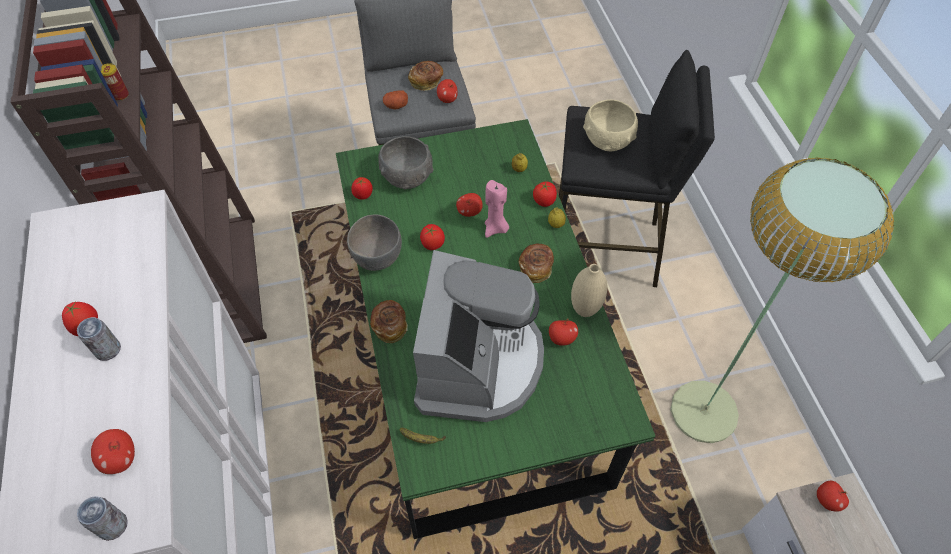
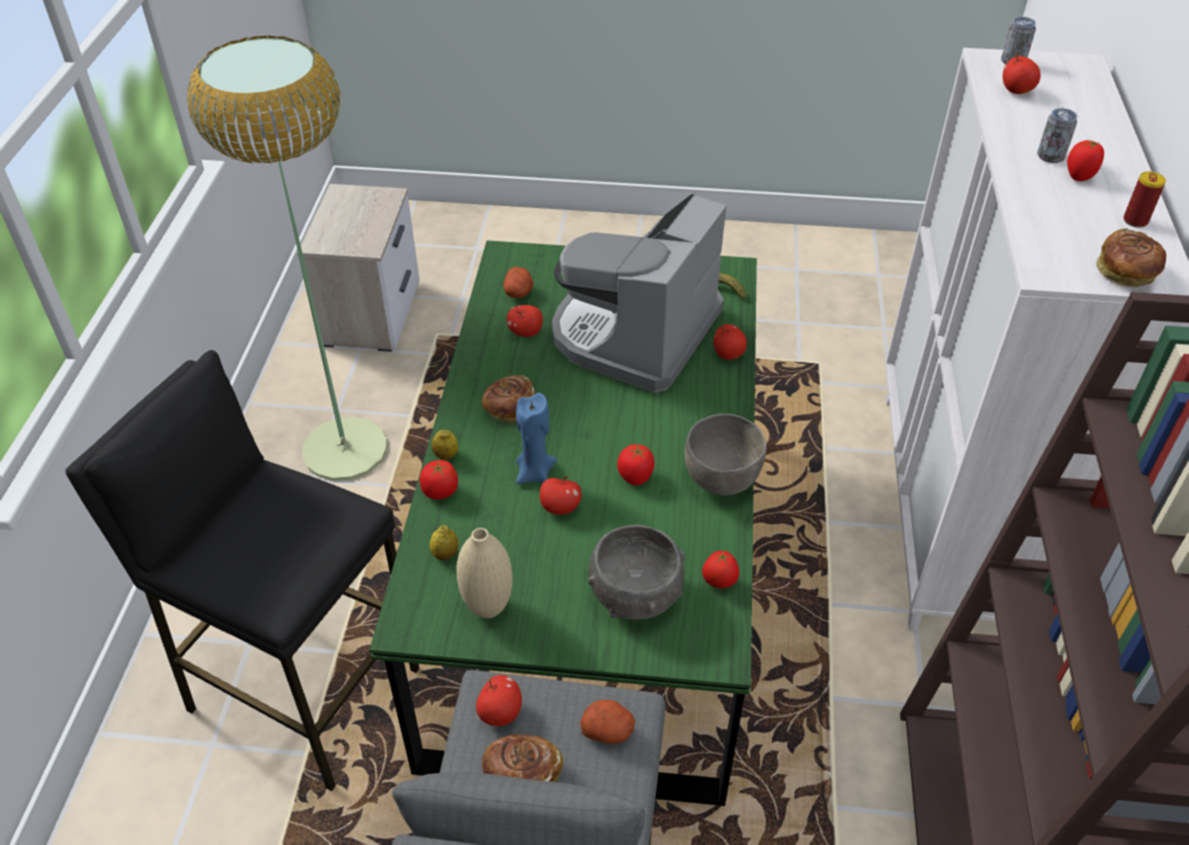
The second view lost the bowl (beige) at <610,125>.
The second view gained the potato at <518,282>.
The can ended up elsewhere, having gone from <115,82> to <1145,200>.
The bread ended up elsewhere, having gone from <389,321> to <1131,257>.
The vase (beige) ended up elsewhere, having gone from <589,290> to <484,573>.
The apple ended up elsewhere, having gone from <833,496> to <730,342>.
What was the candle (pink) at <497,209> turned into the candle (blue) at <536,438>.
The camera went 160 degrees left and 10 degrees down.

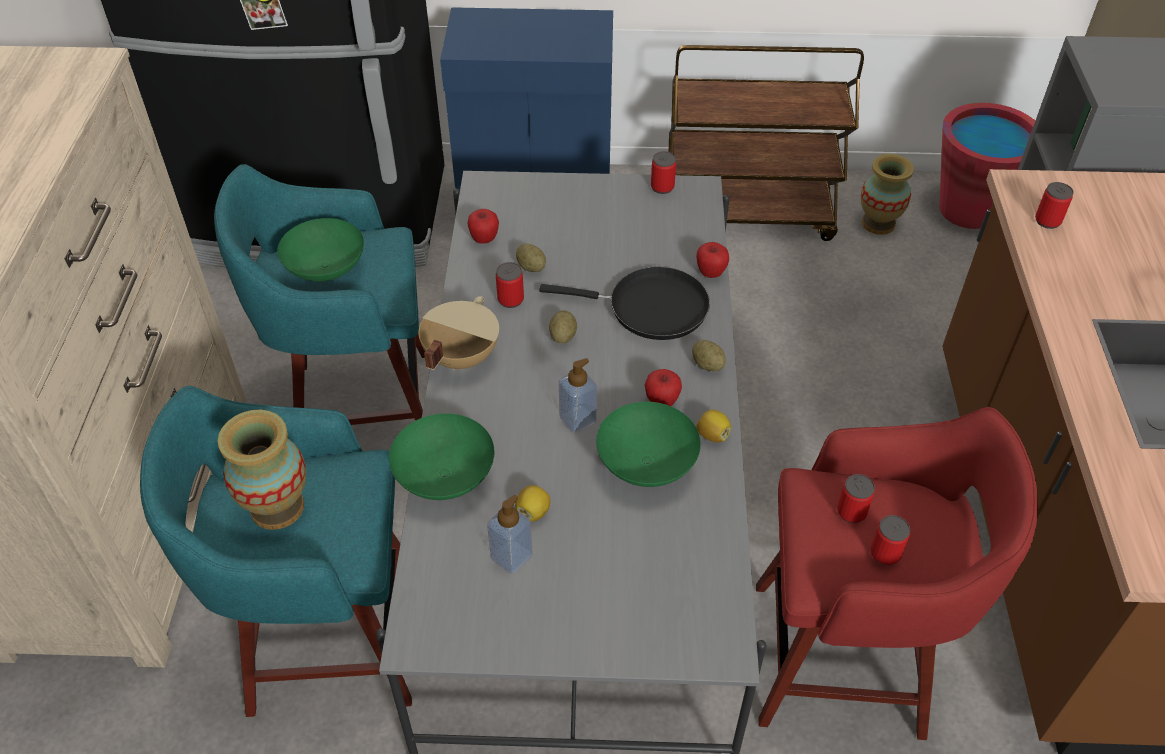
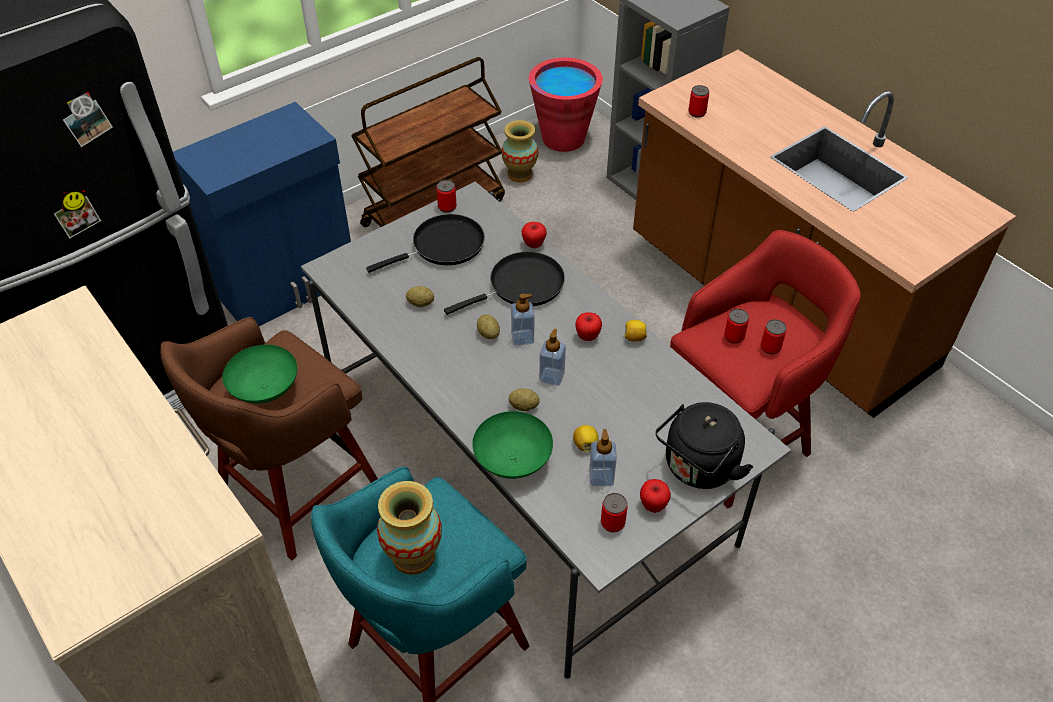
The second view lost the cooking pot (beige) at <458,333>.
The second view lost the bowl (green) at <648,444>.
The second view gained the frying pan (black) at <425,243>.
The second view gained the soap dispenser at <523,319>.
The second view gained the kettle (black) at <704,445>.
The apple ended up elsewhere, having gone from <483,226> to <655,496>.
The can ended up elsewhere, having gone from <510,285> to <614,512>.
The potato ended up elsewhere, having gone from <709,355> to <524,399>.
What was the stool (turquoise) at <319,294> turned into the stool (brown) at <269,439>.
The camera went 40 degrees left and 0 degrees up.

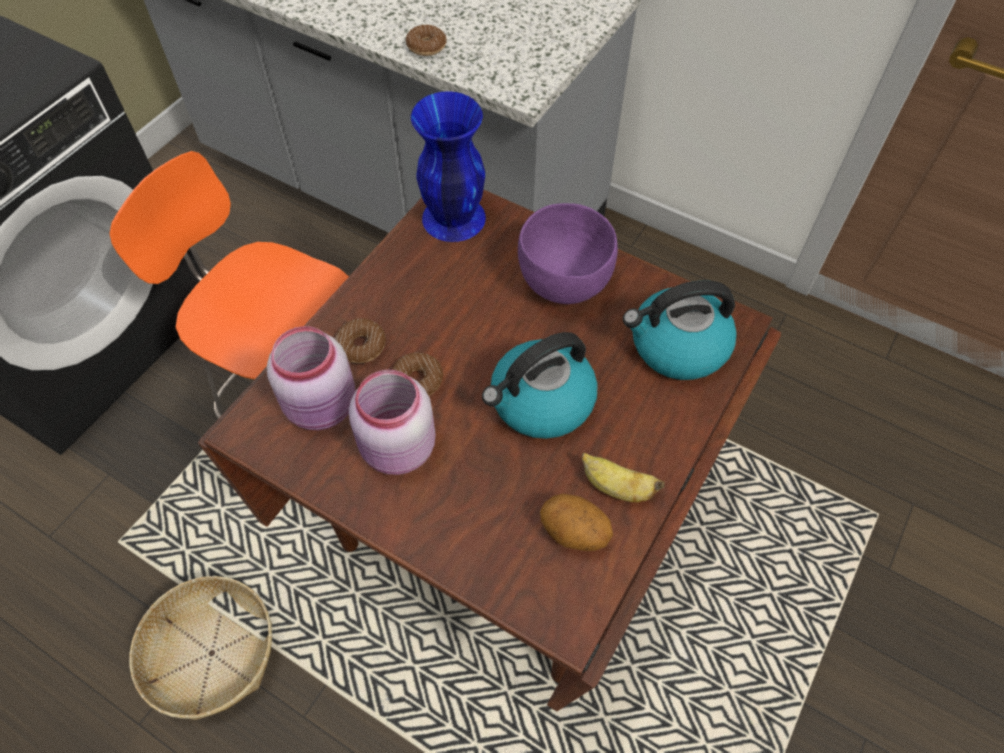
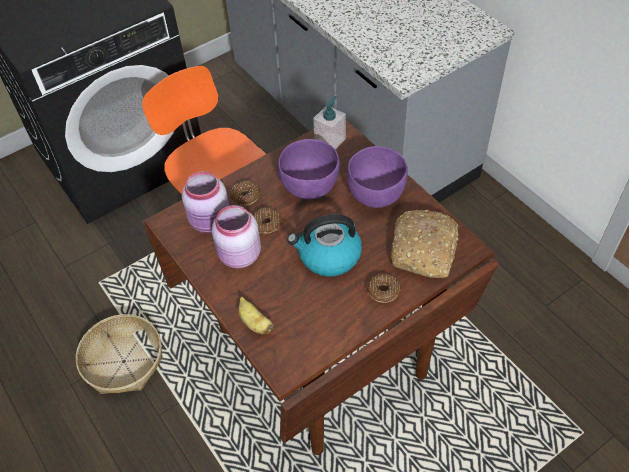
The second view lost the potato at <576,522>.
The second view gained the bowl (purple) at <309,169>.
The donut ended up elsewhere, having gone from <426,40> to <384,288>.
The banana ended up elsewhere, having gone from <623,477> to <256,315>.
Where the vase (blue) stood at <448,166>, the soap dispenser came to stand at <329,123>.
Where the kettle stood at <680,330>, the bread came to stand at <425,244>.
The camera went 25 degrees right and 5 degrees down.

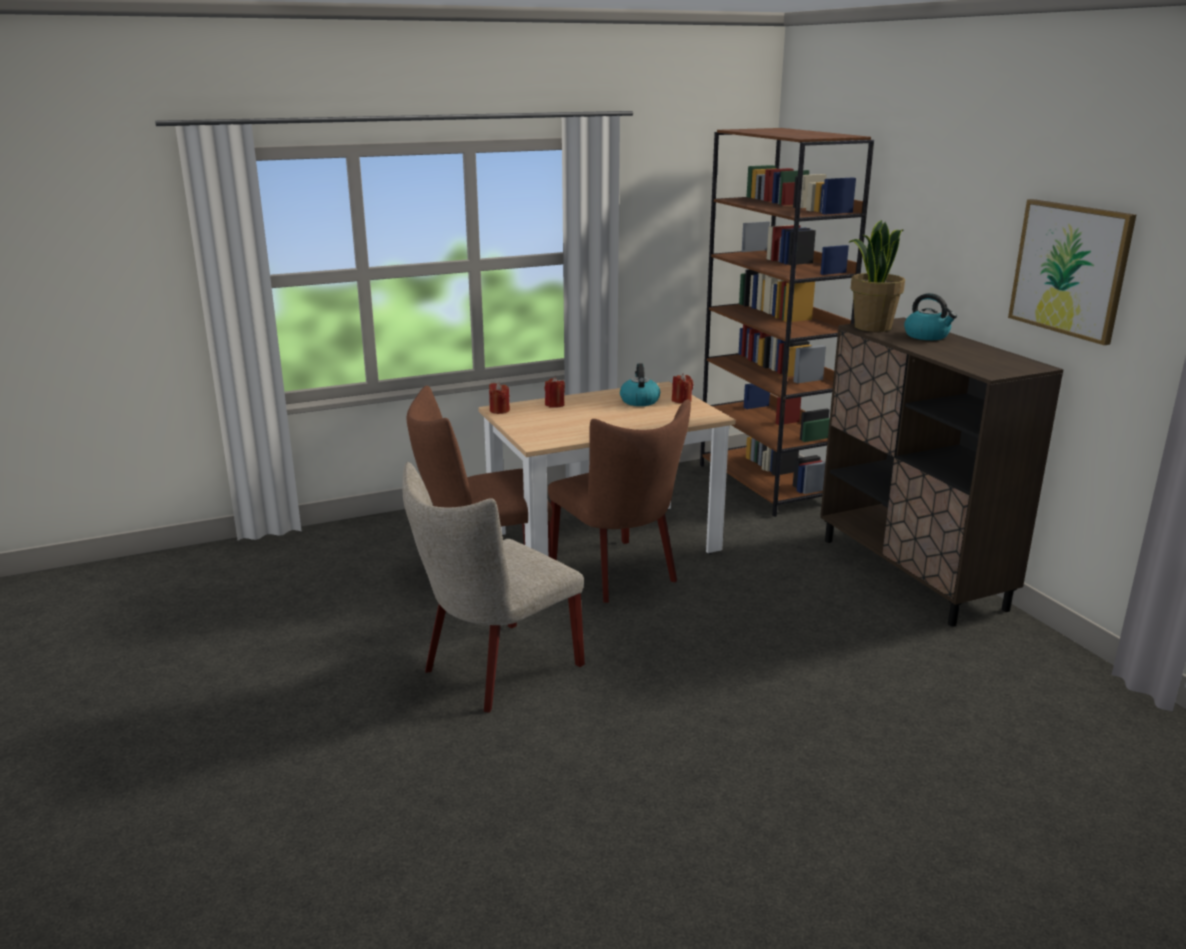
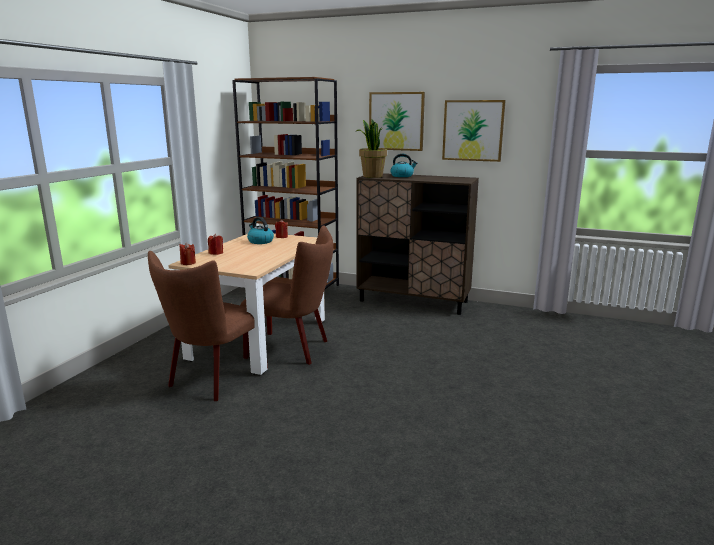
The second view lost the chair (beige) at <494,587>.
The second view gained the picture at <397,121>.
The camera went 45 degrees left and 5 degrees down.

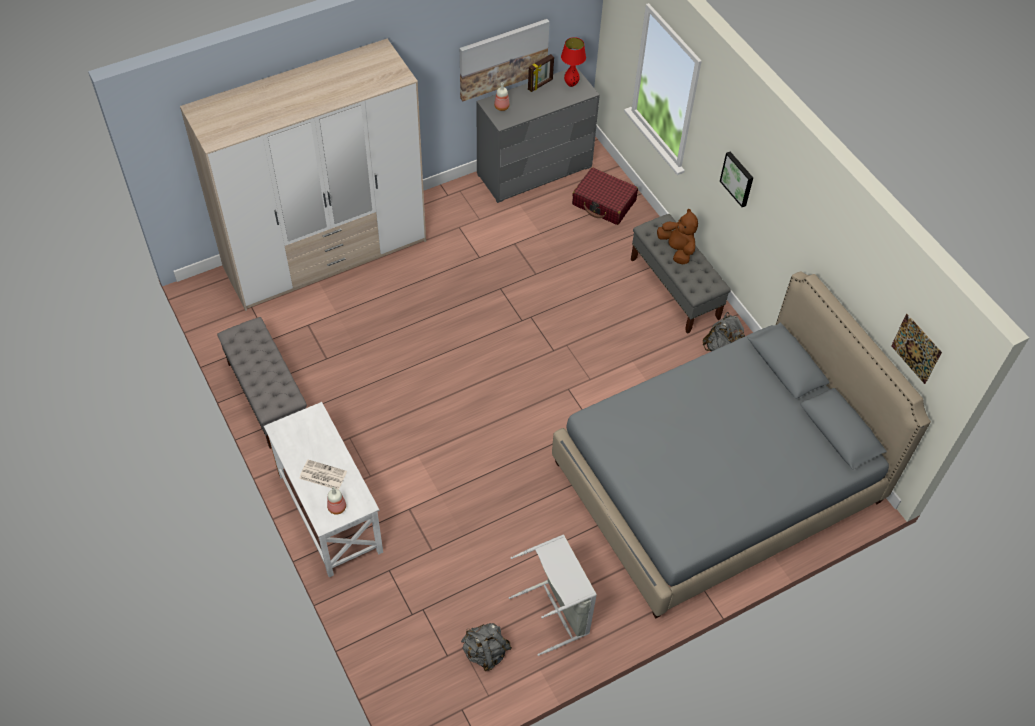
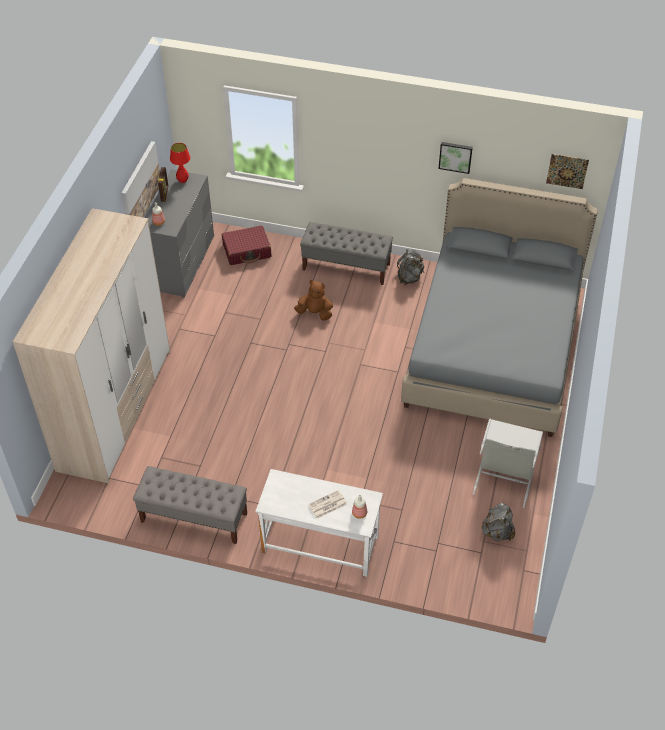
The plush toy (brown) ended up elsewhere, having gone from <677,236> to <313,300>.
The picture ended up elsewhere, having gone from <736,179> to <455,158>.
The camera went 45 degrees left and 5 degrees down.

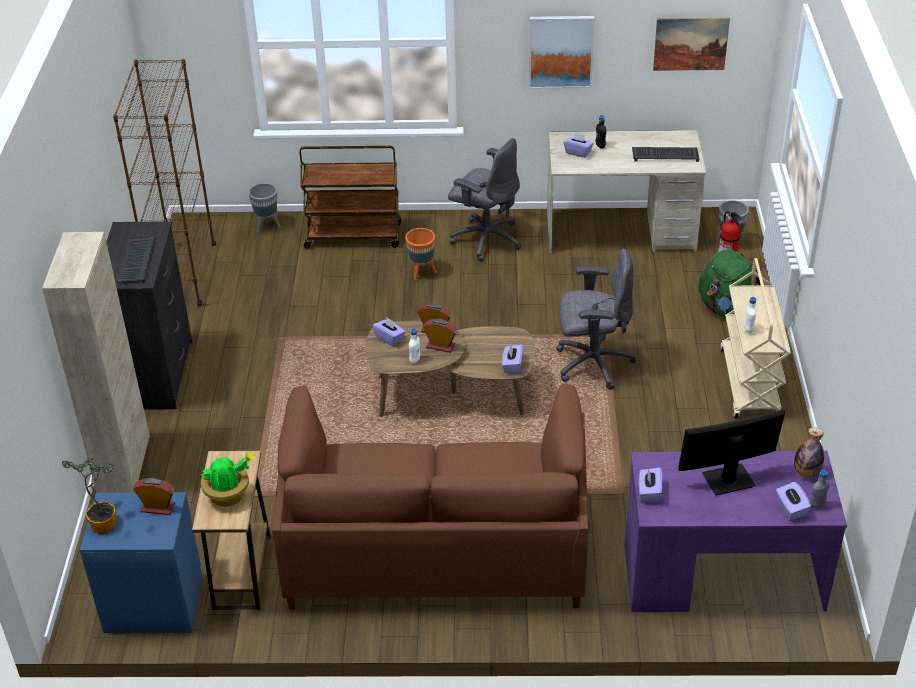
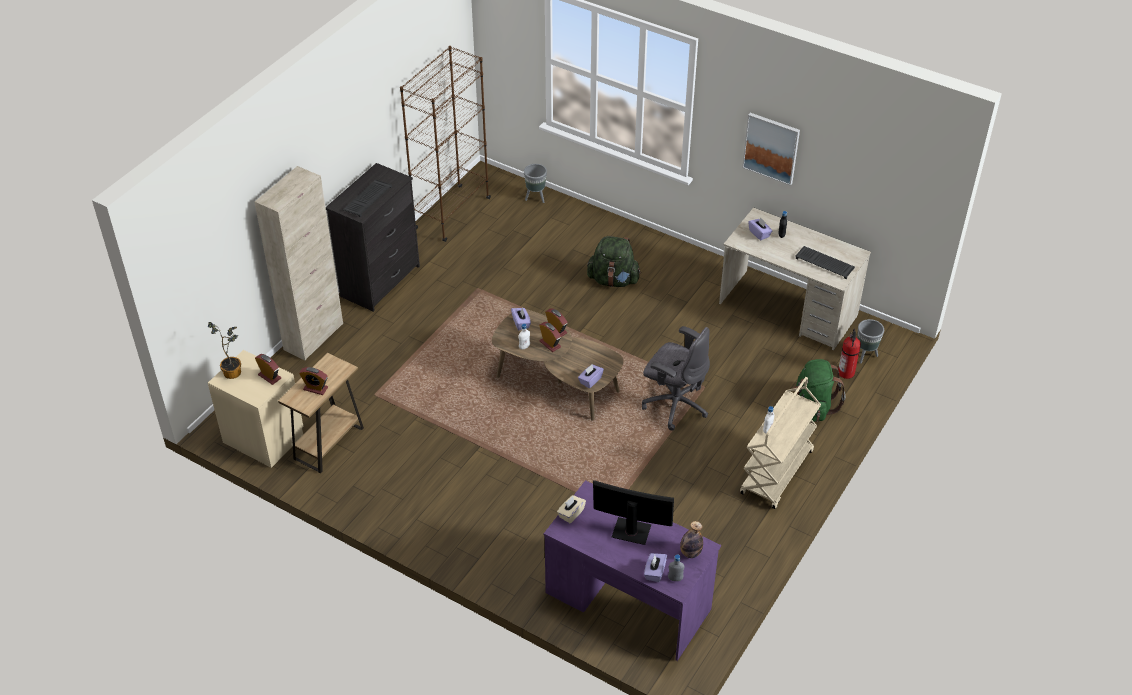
The second view lost the sofa (brown) at <430,496>.
The second view lost the cart (brown) at <350,197>.
The second view lost the office chair (grey) at <485,200>.
The second view lost the picture at <691,44>.
Where the potted plant stood at <228,479>, the alarm clock came to stand at <313,381>.
Where the planter (orange) stood at <420,254>, the backpack (green) came to stand at <614,261>.
What was the nightstand (blue) at <141,562> turned into the nightstand (beige) at <255,409>.
What was the tissue box (purple) at <651,485> turned into the tissue box (beige) at <571,509>.
The camera went 30 degrees right and 5 degrees up.

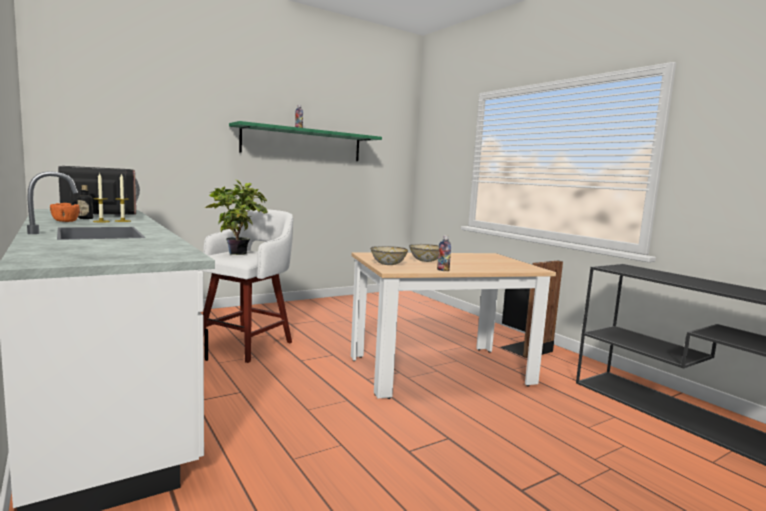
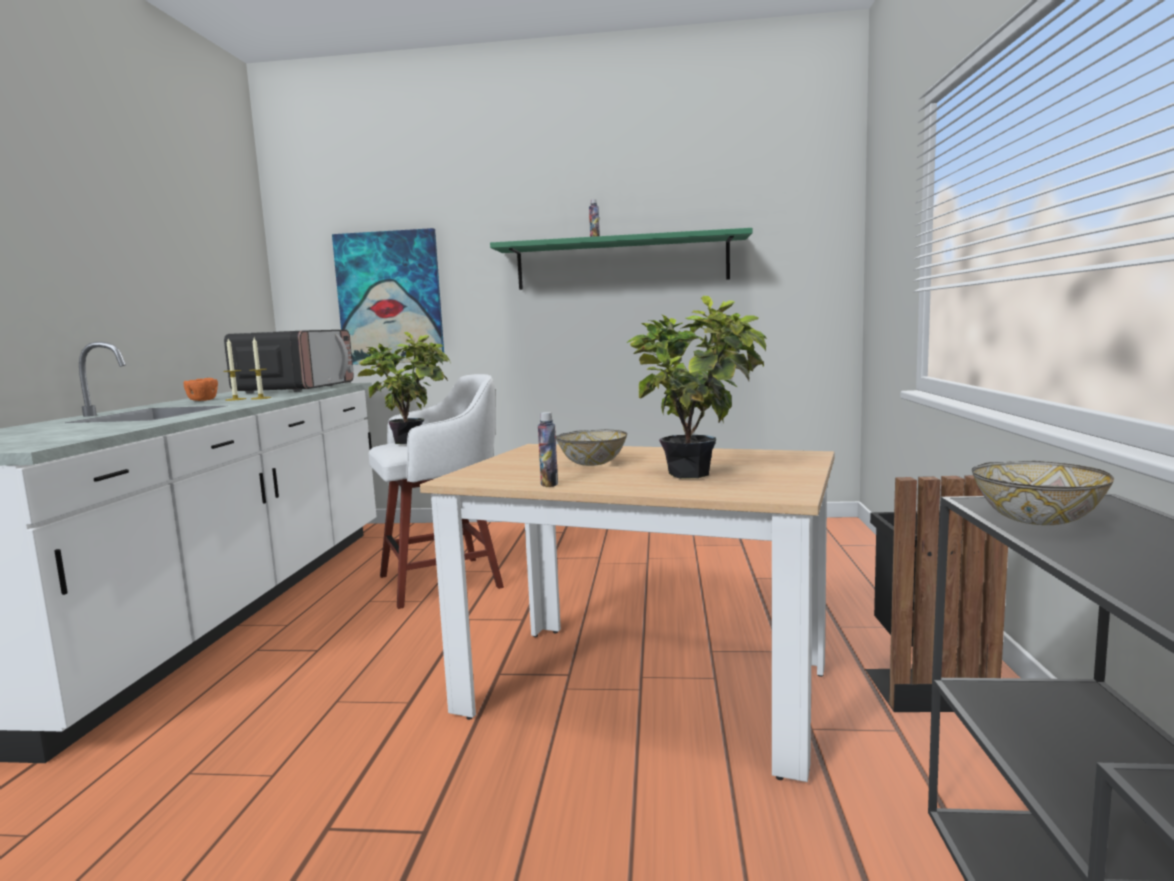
The second view lost the bottle at <85,202>.
The second view gained the picture at <388,296>.
The second view gained the potted plant at <697,387>.
The bowl ended up elsewhere, having gone from <389,255> to <1043,493>.
The camera went 40 degrees right and 0 degrees up.

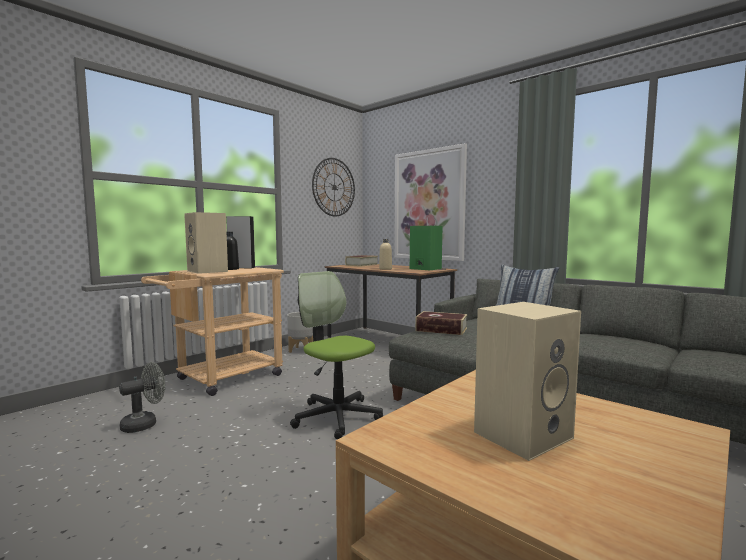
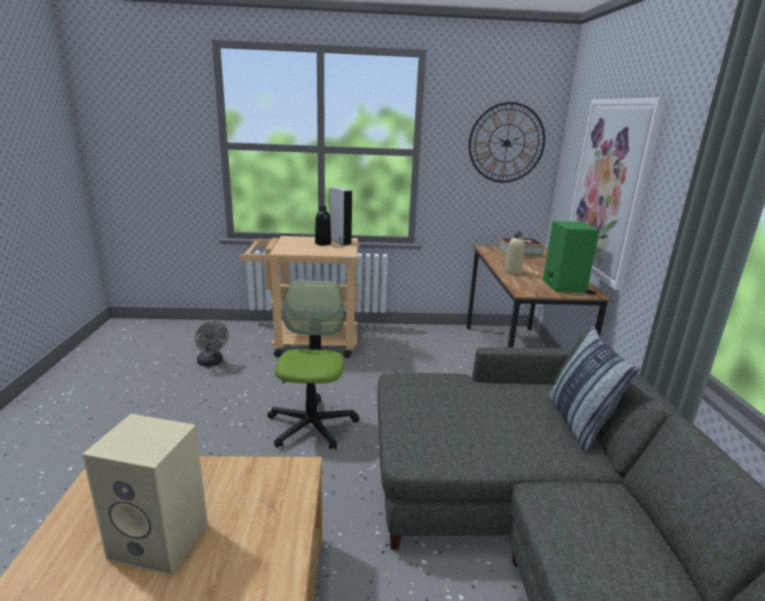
The second view lost the speaker (beige) at <206,243>.
The second view lost the planter (grey) at <300,332>.
The second view lost the book at <441,323>.
The fan (grey) at <142,397> ended up facing another way, 45 degrees clockwise from before.
The camera went 45 degrees right and 15 degrees up.

